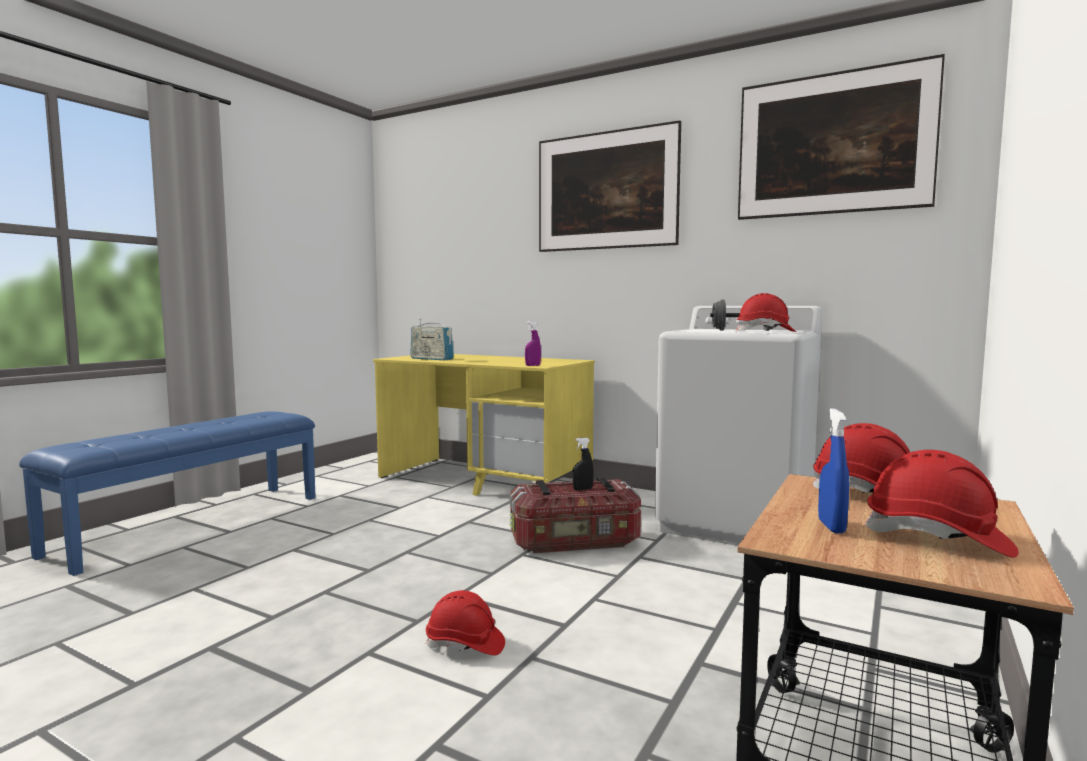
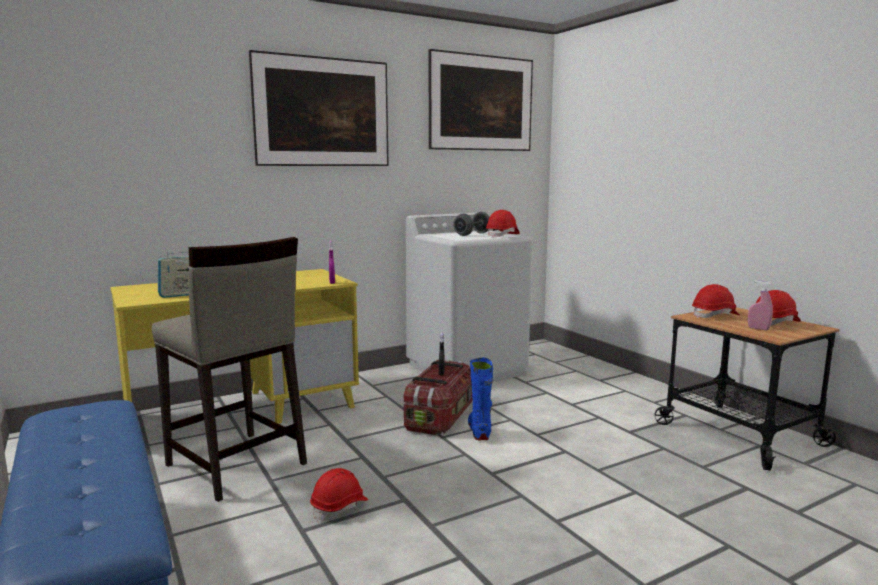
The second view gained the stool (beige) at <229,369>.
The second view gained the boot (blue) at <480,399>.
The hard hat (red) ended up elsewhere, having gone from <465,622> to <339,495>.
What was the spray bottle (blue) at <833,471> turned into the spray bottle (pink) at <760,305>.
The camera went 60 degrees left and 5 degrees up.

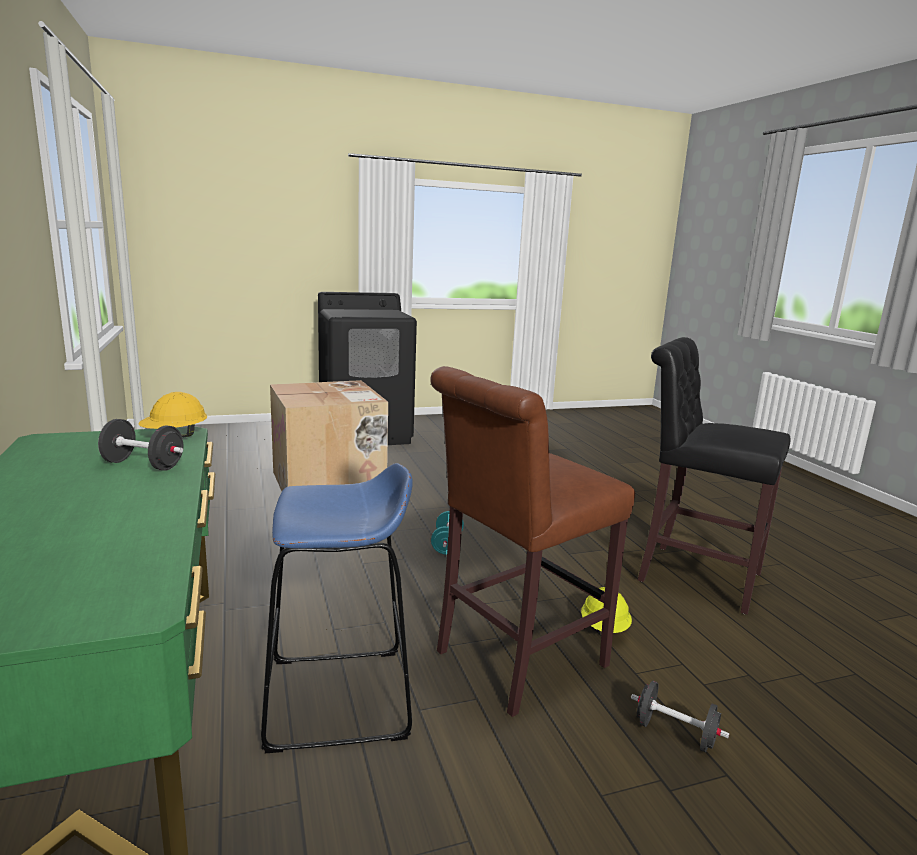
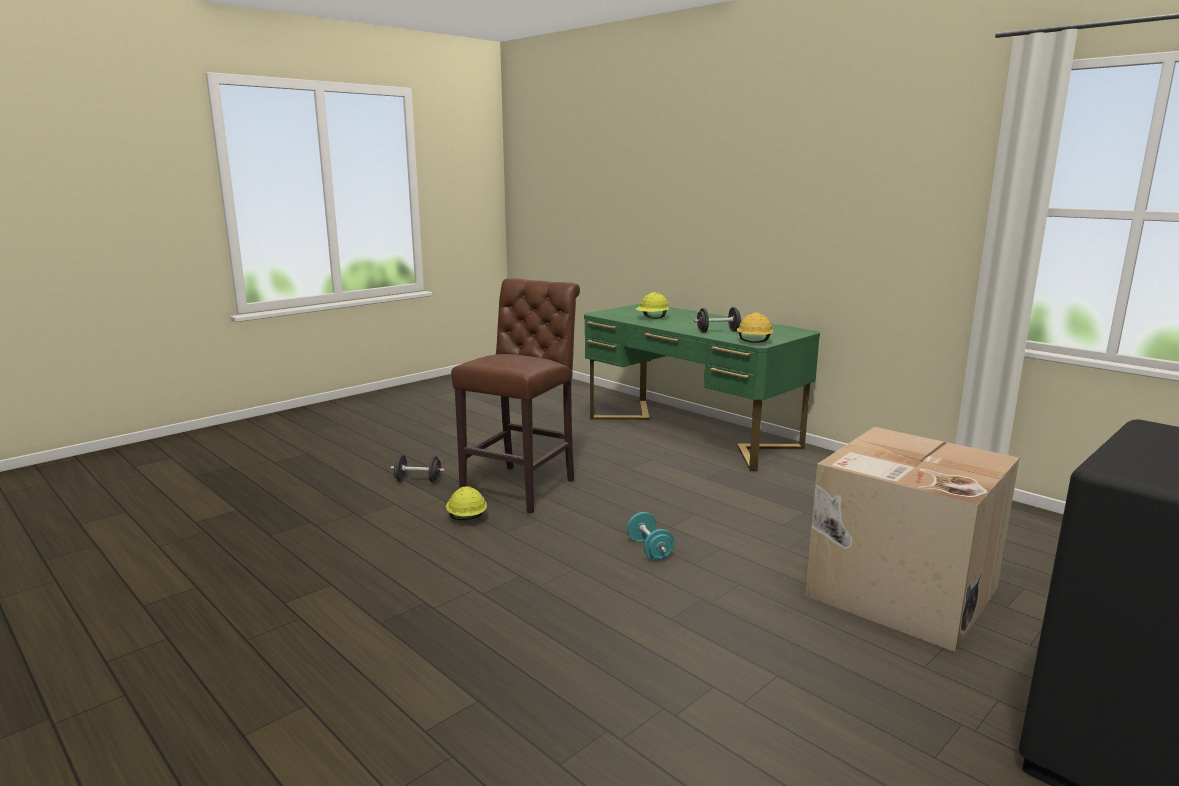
The second view lost the stool (blue) at <337,608>.
The second view lost the stool (black) at <714,476>.
The second view gained the hard hat (yellow) at <653,305>.
The camera went 155 degrees right and 0 degrees up.

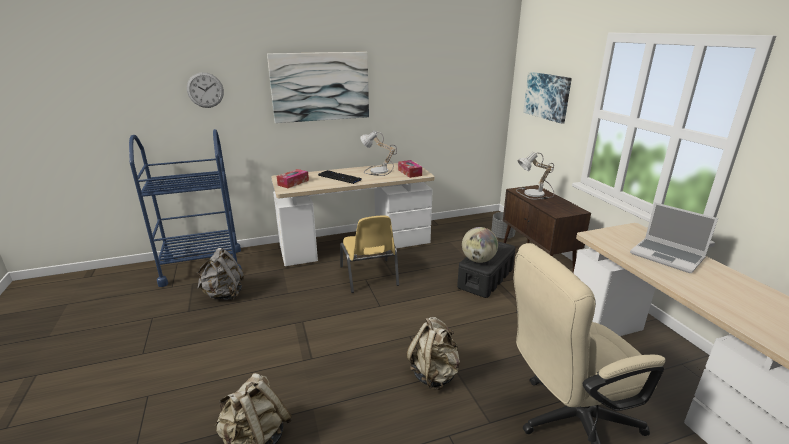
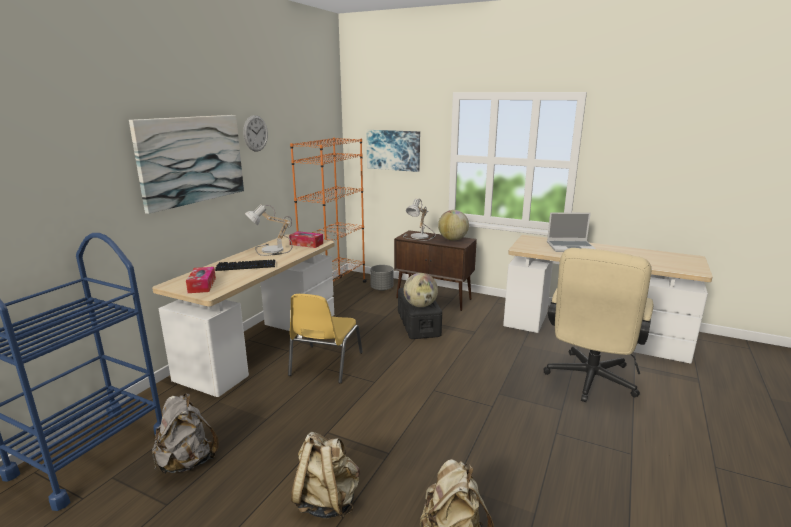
The second view gained the bookcase (orange) at <328,210>.
The second view gained the globe at <453,225>.
The wall clock ended up elsewhere, having gone from <205,90> to <255,133>.
The backpack (beige) ended up elsewhere, having gone from <433,353> to <325,475>.
The chair (yellow) at <369,254> ended up facing another way, 75 degrees clockwise from before.
The camera went 45 degrees left and 5 degrees down.

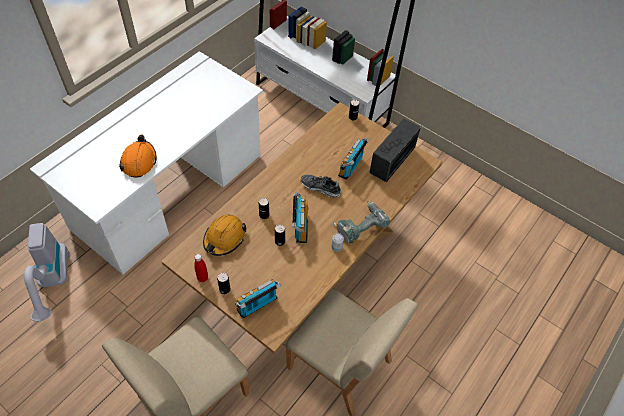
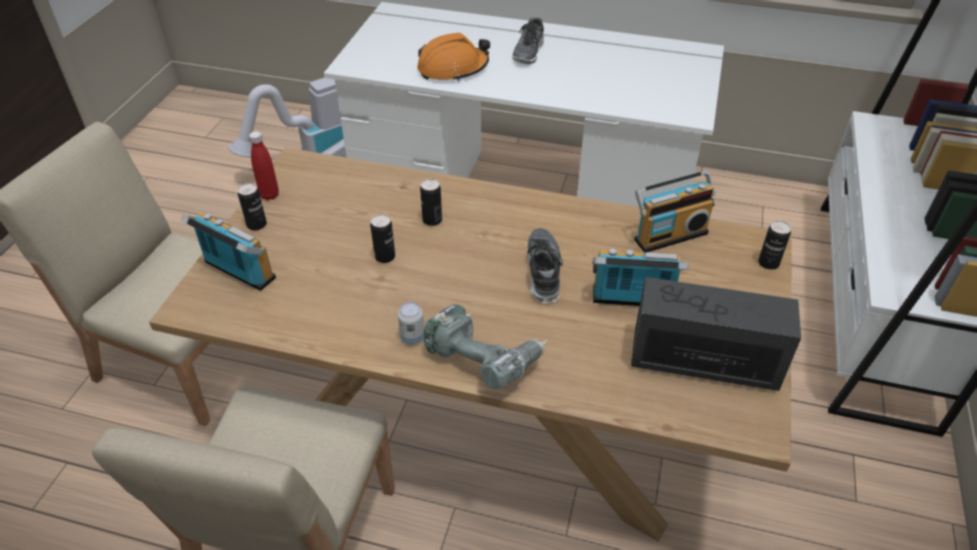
The second view lost the hard hat (orange) at <224,235>.
The second view gained the shoe at <528,40>.
The radio ended up elsewhere, having gone from <300,217> to <675,211>.
The camera went 70 degrees right and 10 degrees down.

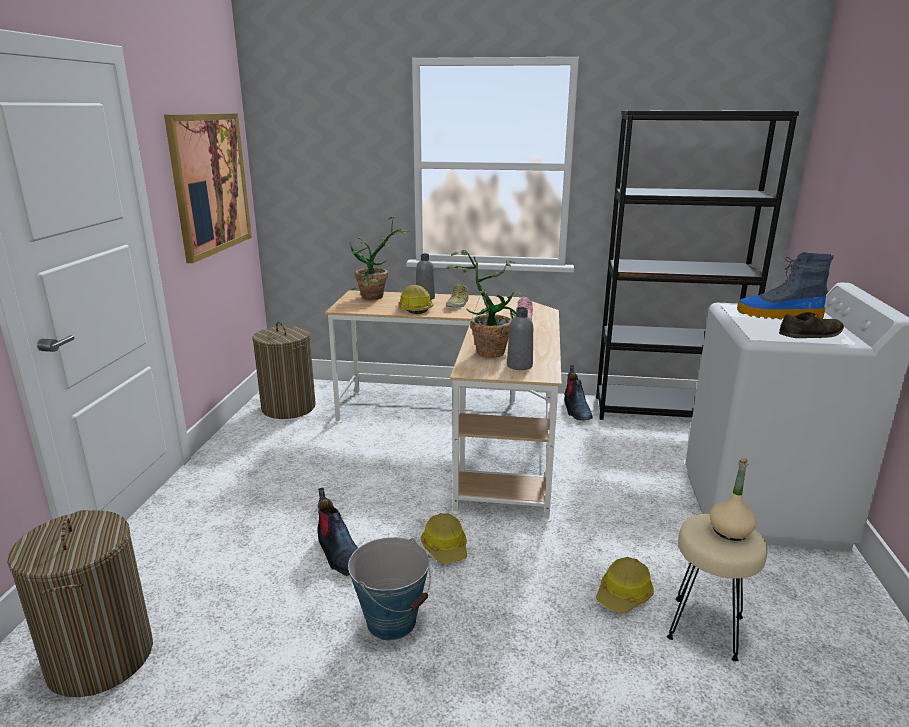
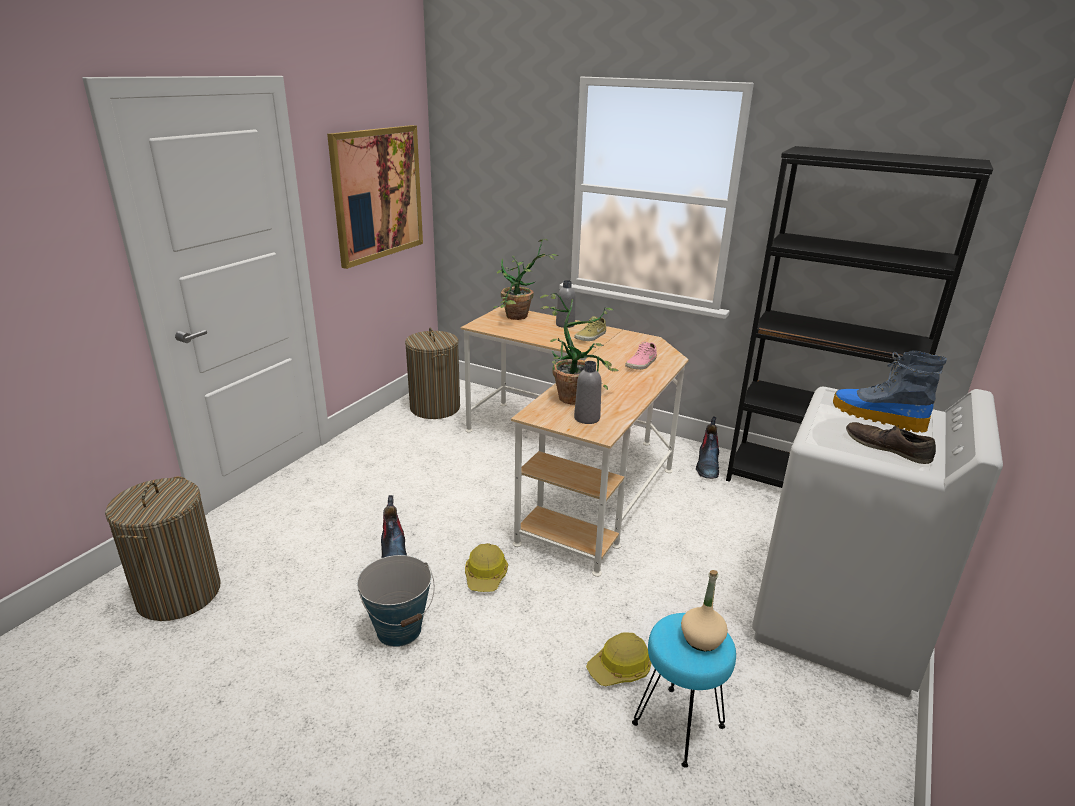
The second view lost the hard hat at <416,299>.
What was the stool (beige) at <717,587> turned into the stool (turquoise) at <684,690>.
The shoe (brown) at <811,325> ended up facing another way, 135 degrees counterclockwise from before.
The camera went 20 degrees right and 5 degrees up.

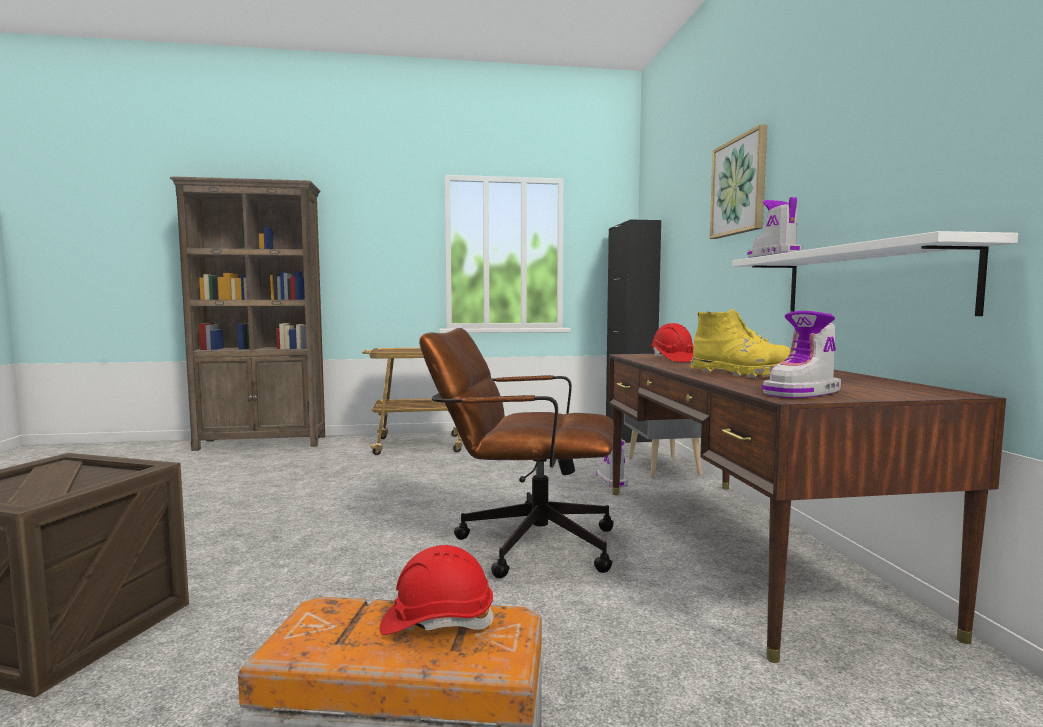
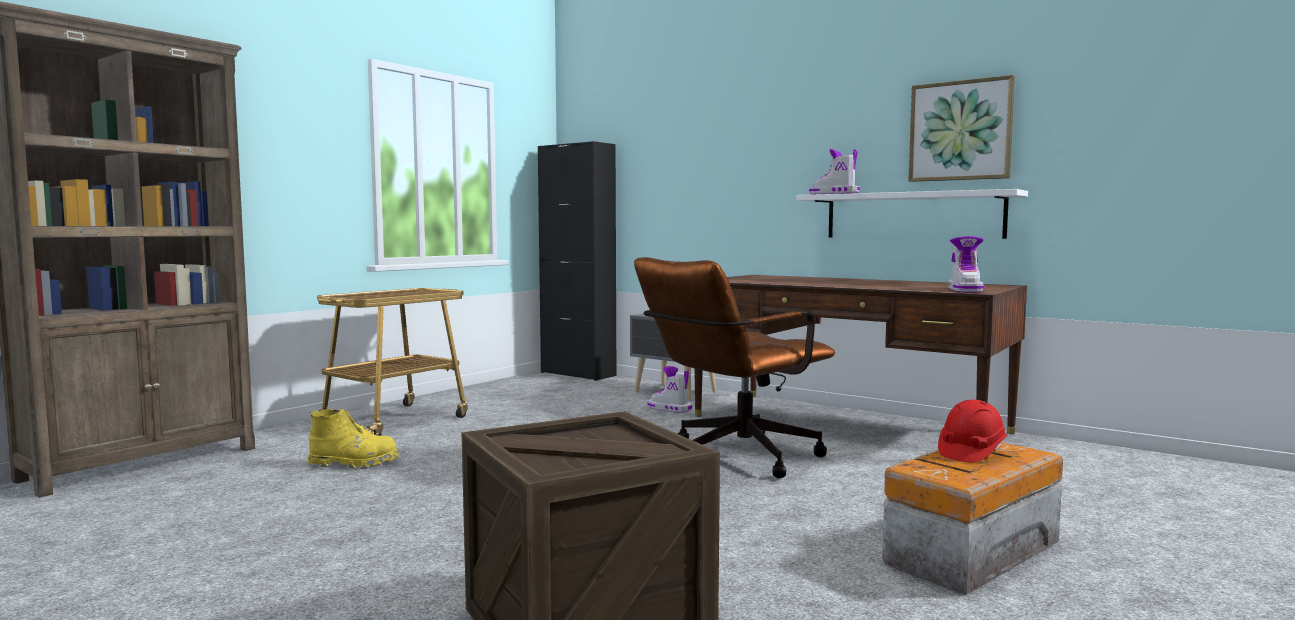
The second view lost the hard hat (red) at <672,342>.
The boot (yellow) ended up elsewhere, having gone from <740,343> to <353,439>.
The picture ended up elsewhere, having gone from <738,181> to <961,128>.
The camera went 45 degrees left and 0 degrees up.

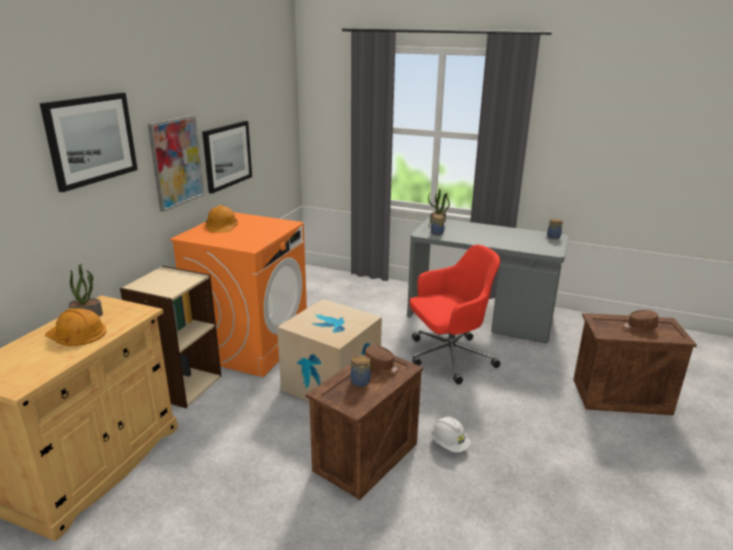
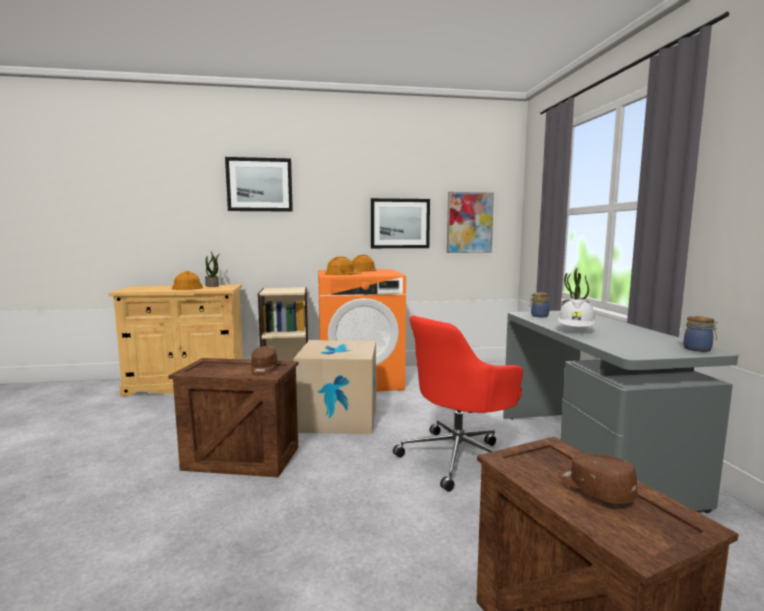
The second view lost the jar at <361,371>.
The second view gained the hard hat (orange) at <343,266>.
The picture ended up elsewhere, having gone from <176,163> to <470,222>.
The hard hat (white) ended up elsewhere, having gone from <450,434> to <577,313>.
The office chair (red) at <454,314> ended up facing another way, 105 degrees clockwise from before.
The camera went 60 degrees right and 15 degrees down.

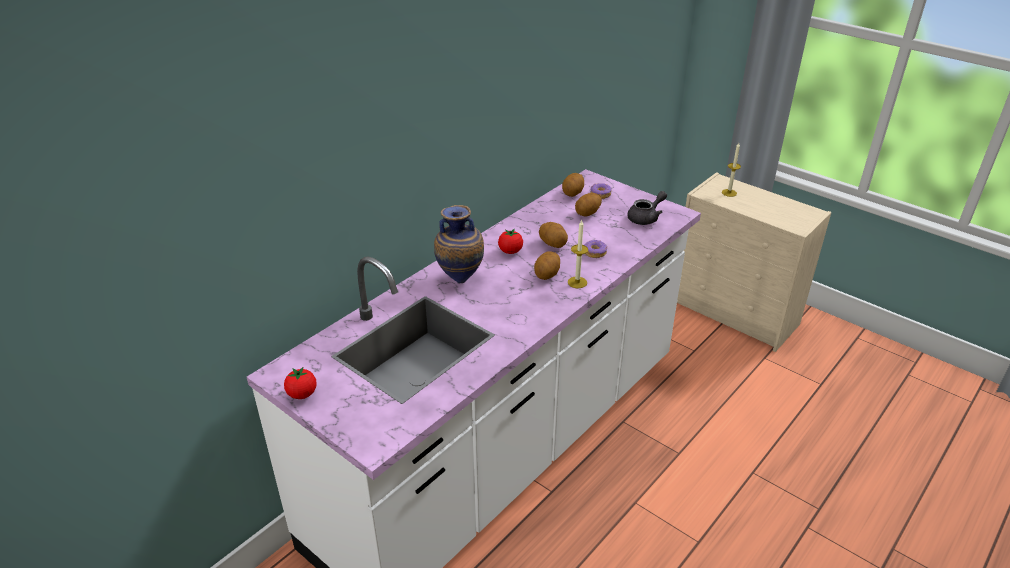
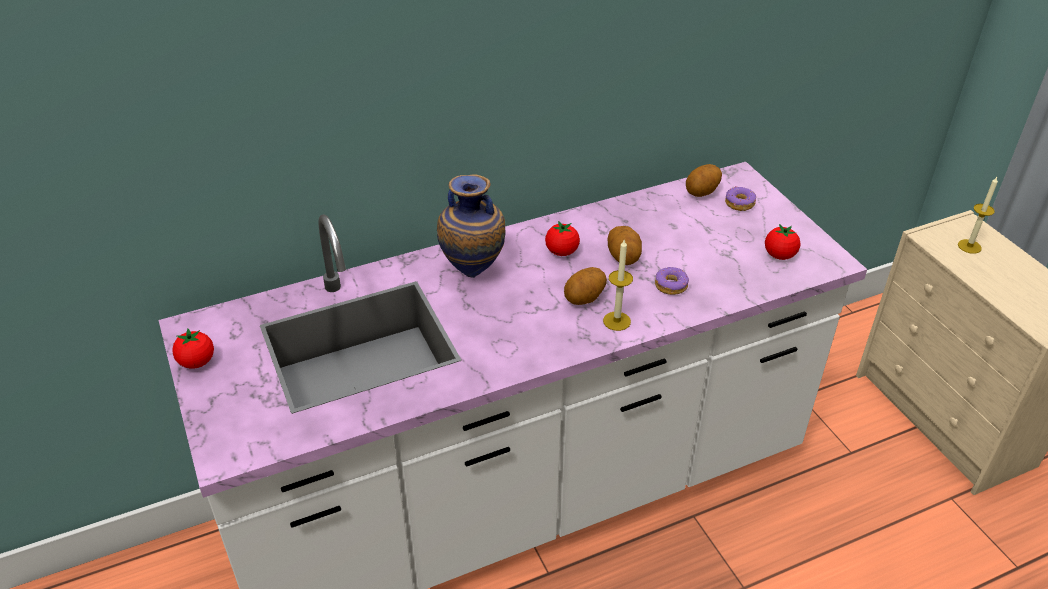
The second view lost the potato at <588,204>.
Where the teapot (grey) stood at <647,208>, the tomato came to stand at <783,242>.
The camera went 25 degrees right and 5 degrees up.

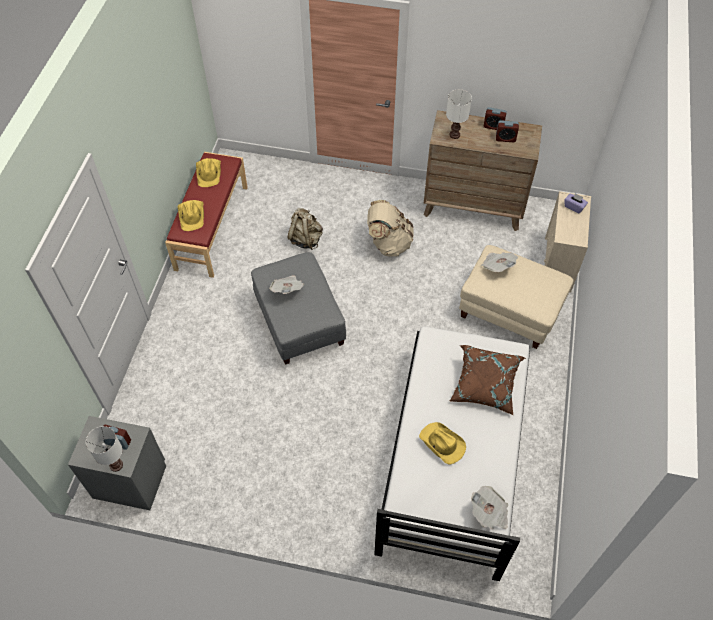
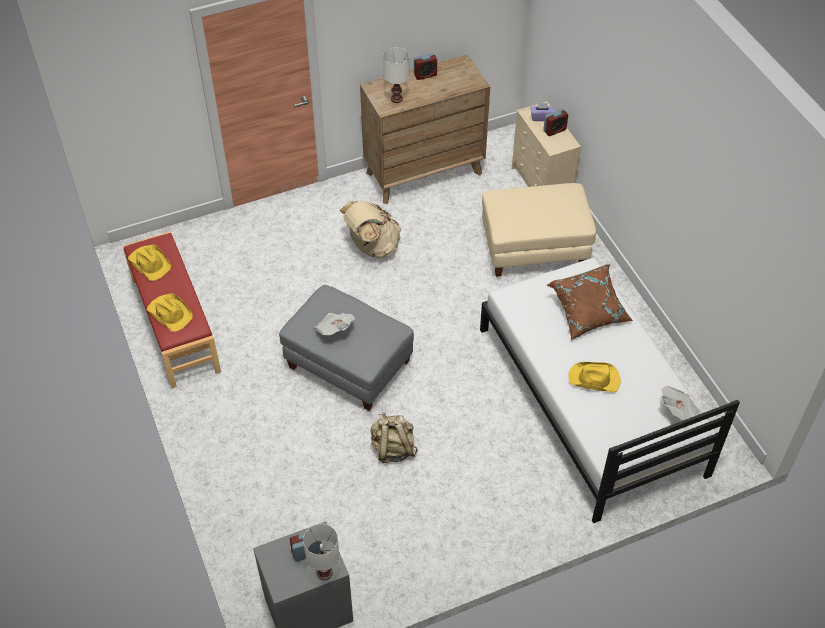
The second view lost the newspaper at <499,262>.
The backpack (beige) ended up elsewhere, having gone from <305,229> to <394,437>.
The alarm clock ended up elsewhere, having gone from <507,131> to <555,122>.
The camera went 35 degrees left and 5 degrees down.

